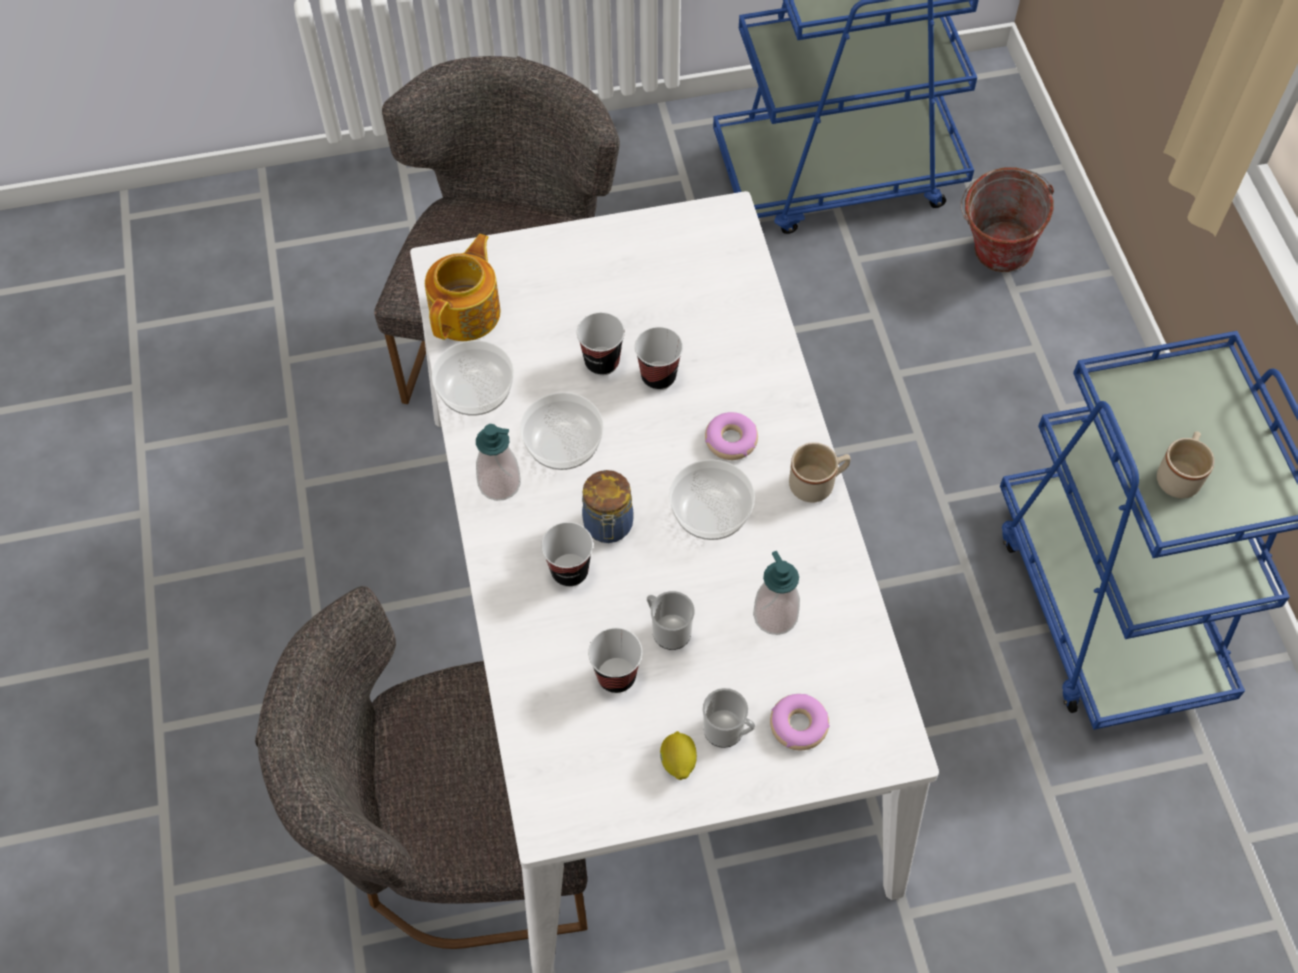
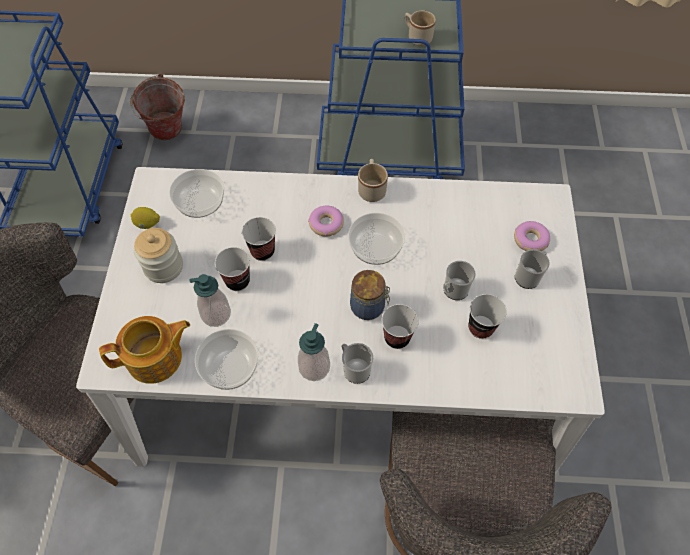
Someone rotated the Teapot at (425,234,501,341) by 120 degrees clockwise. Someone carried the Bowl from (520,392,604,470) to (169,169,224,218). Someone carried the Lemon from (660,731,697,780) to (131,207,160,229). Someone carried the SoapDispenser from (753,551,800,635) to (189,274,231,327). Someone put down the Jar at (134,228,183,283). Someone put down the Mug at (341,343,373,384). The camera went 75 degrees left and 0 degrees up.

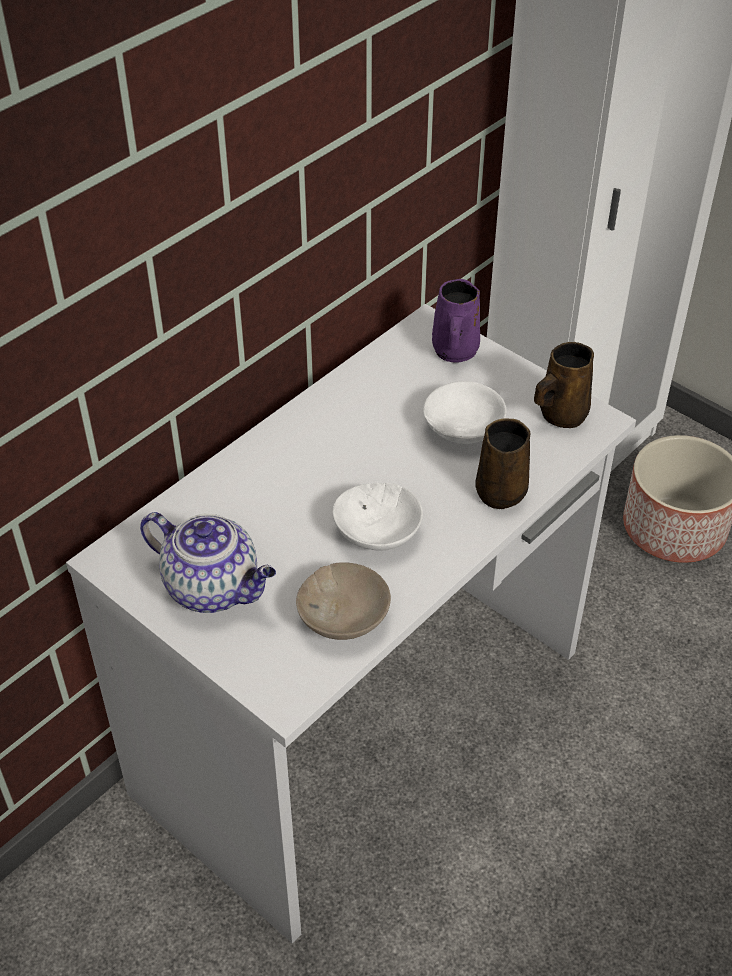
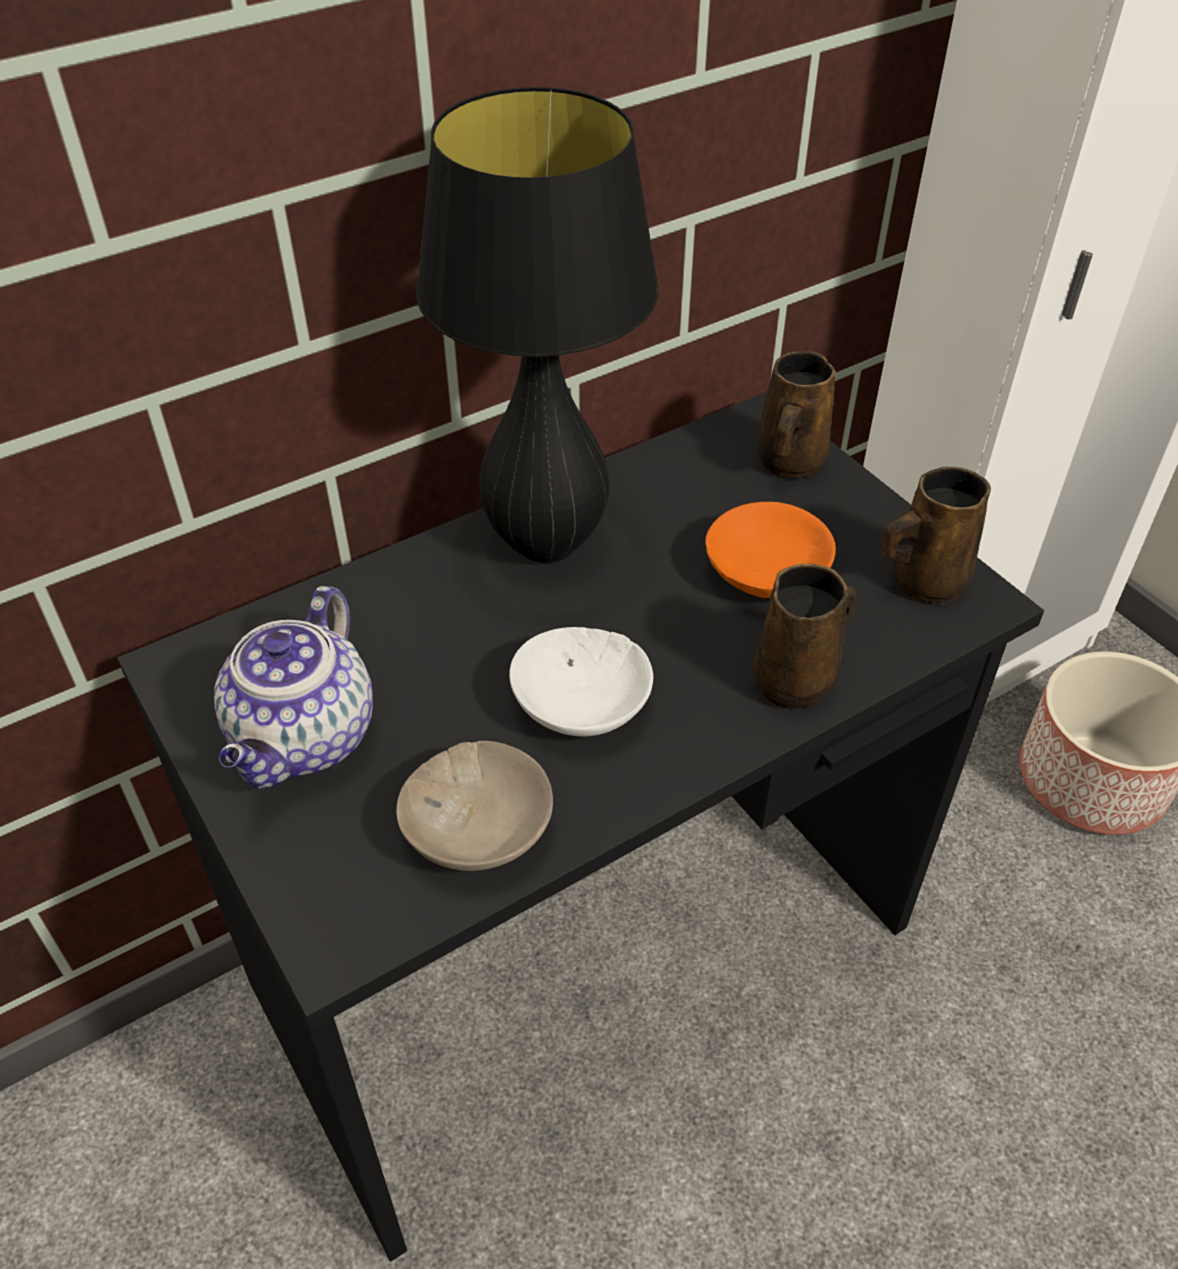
Someone repainted the WhiteDesk at (66,304,636,944), which became the BlackDesk at (117,392,1044,1262). Someone rotated the Teapot at (140,512,276,613) by 60 degrees clockwise. Someone repainted the WhiteBowl at (423,381,507,444), which became the OrangeBowl at (705,502,836,598). Someone repainted the PurpleMug at (432,279,480,362), which became the BrownMug at (757,351,836,478). Someone put down the BlackTableLamp at (416,87,659,563). The camera went 15 degrees right and 0 degrees up.

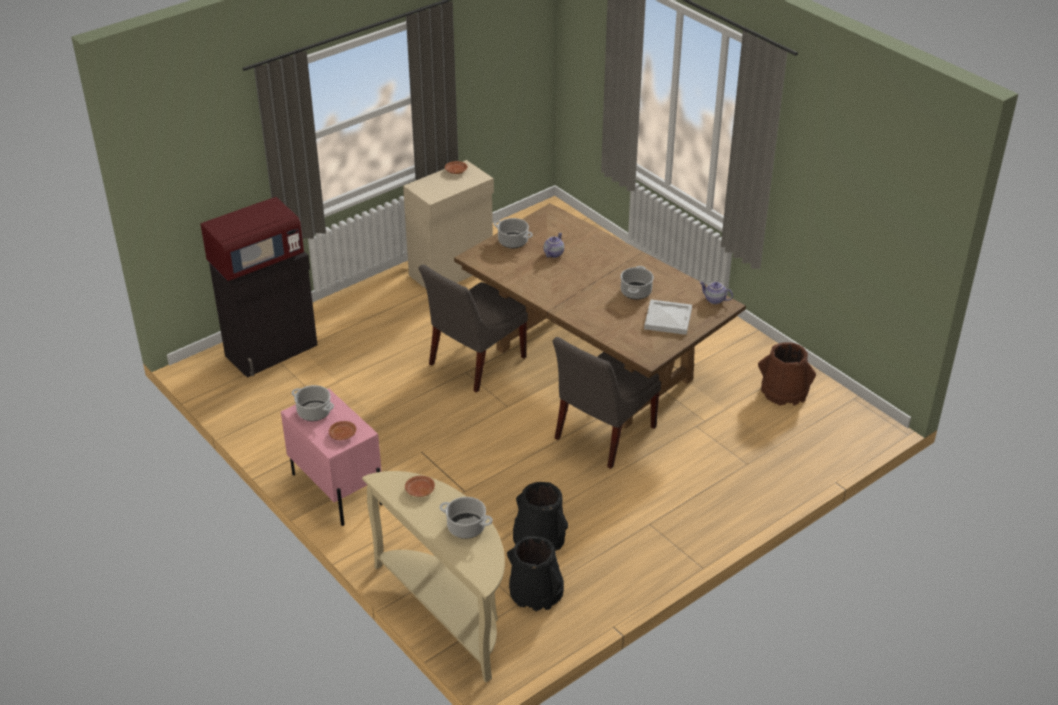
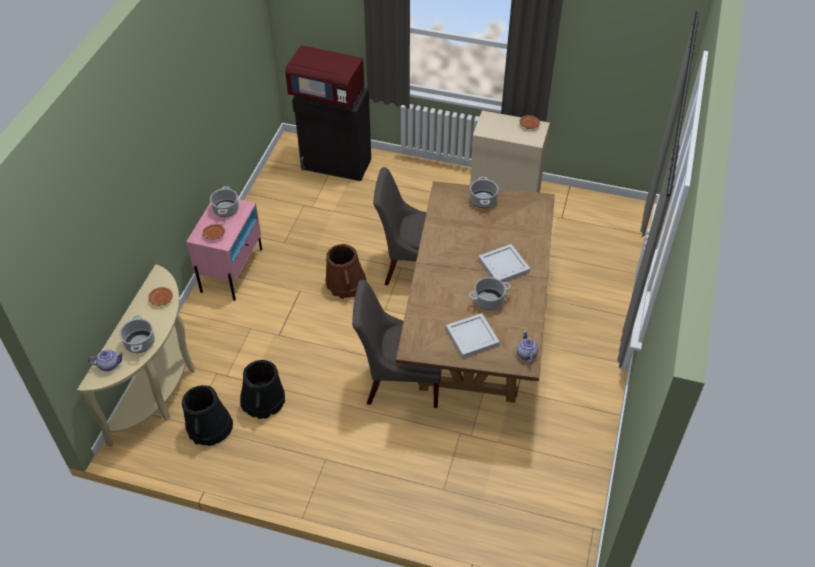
Someone carried the Teapot from (544,233,564,258) to (88,350,124,371). Someone carried the BrownBucket from (758,342,816,406) to (326,244,366,299). Someone put down the WhiteTray at (478,244,530,282). The camera went 55 degrees right and 10 degrees up.

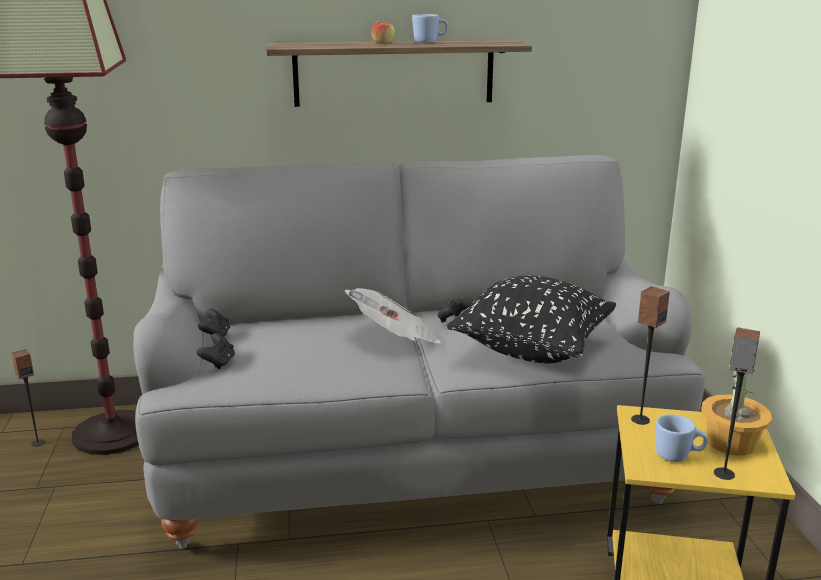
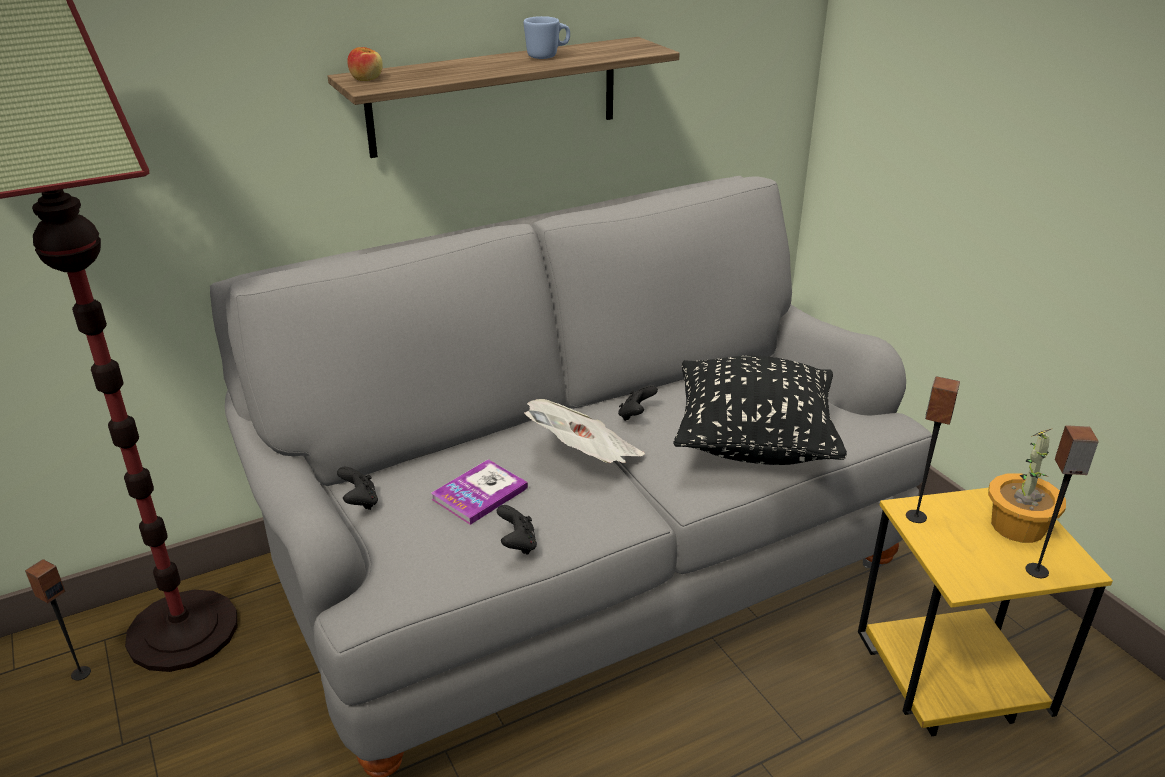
Someone carried the BlackGameController from (197,333,235,369) to (497,505,537,555). Someone carried the Apple from (371,21,395,44) to (347,47,383,81). Someone took away the BlueMug at (656,414,708,462). Someone put down the Book at (431,459,528,525). The camera went 20 degrees left and 10 degrees up.

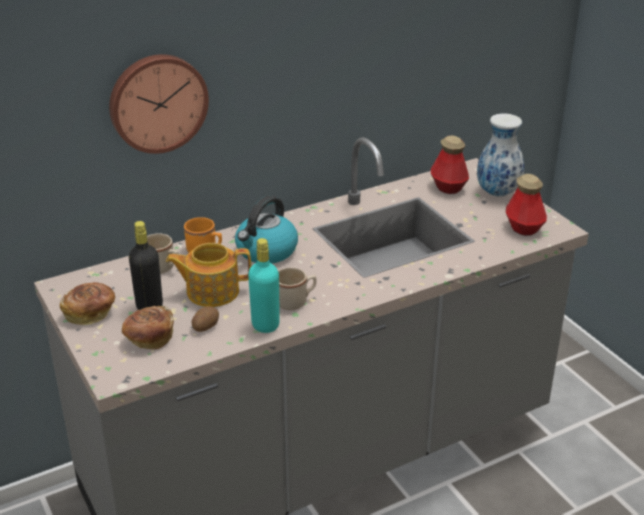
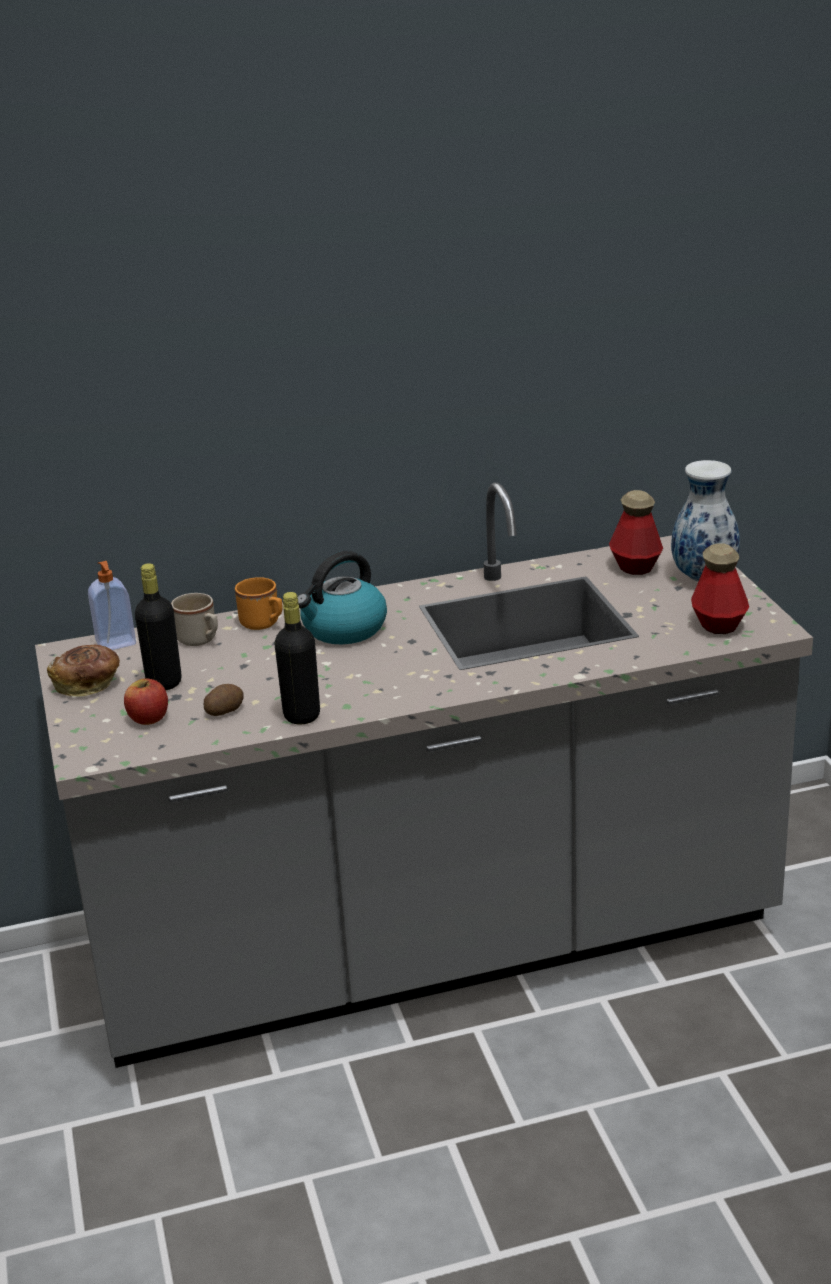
Someone took away the WallClock at (109,54,209,154). Someone swapped the Bread at (122,306,174,350) for the Apple at (124,678,168,725). Someone took away the Teapot at (166,243,251,307). Someone repainted the TurquoiseBottle at (248,238,280,333), which became the BlackBottle at (274,592,320,724). Someone took away the BeigeMug at (278,267,317,310). Someone put down the SoapDispenser at (88,561,136,650). The camera went 15 degrees right and 5 degrees down.

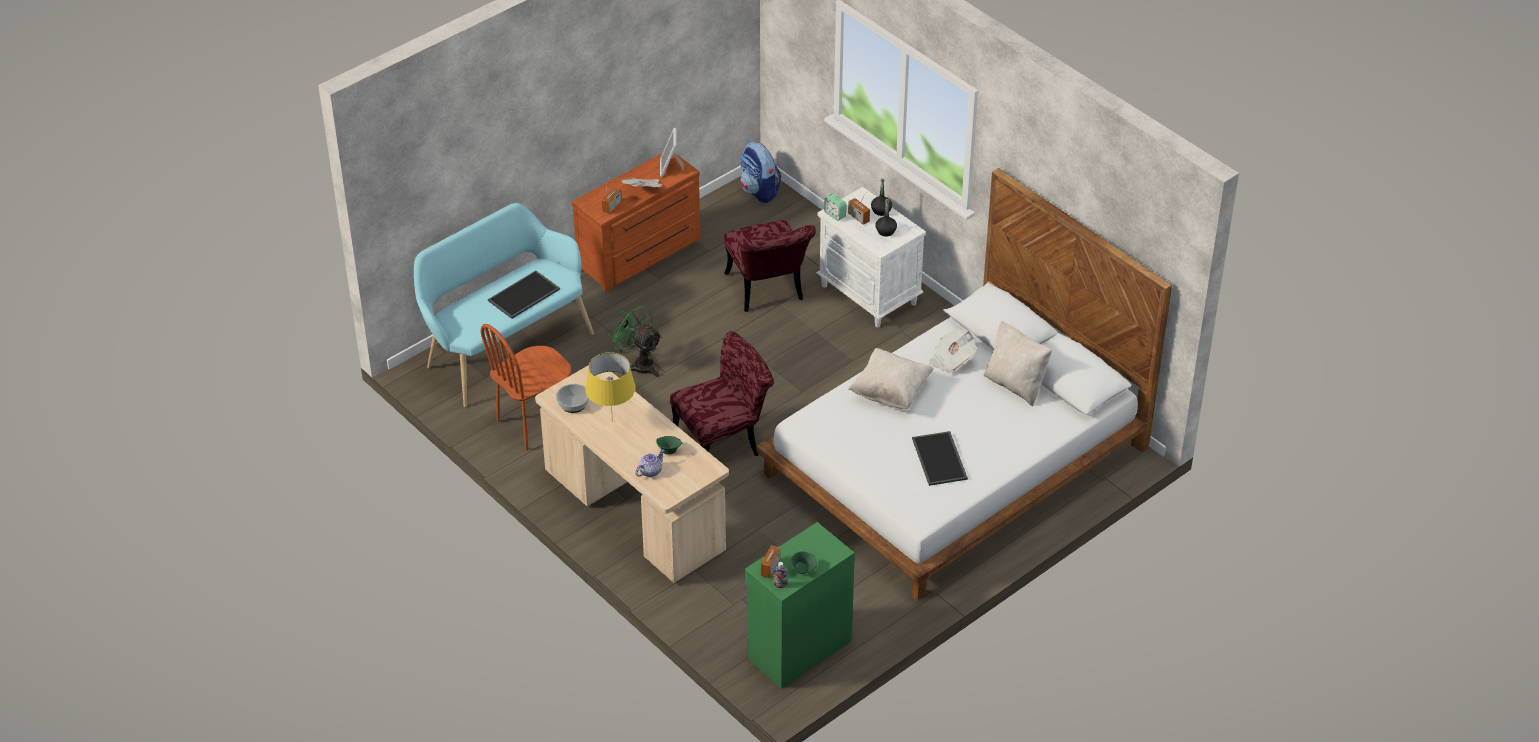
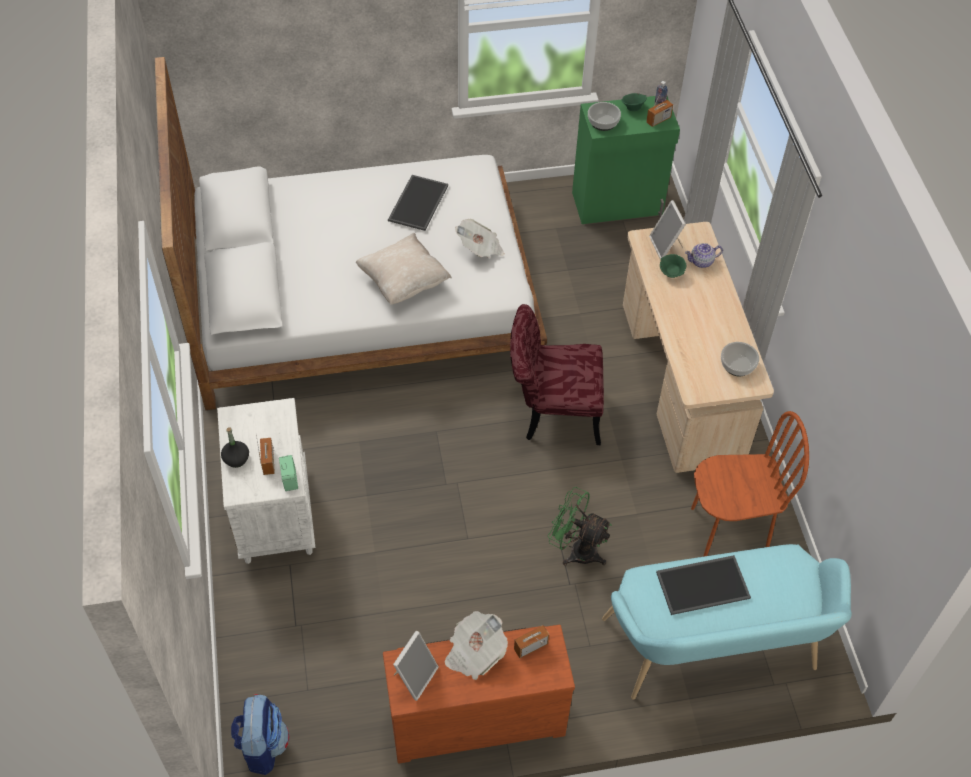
Someone took away the YellowTableLamp at (585,352,636,421). Someone rotated the GreenFan at (608,303,662,377) by 135 degrees clockwise. Someone took away the RedChair at (724,220,816,312). Someone took away the BlackBottle at (875,199,897,236). Someone carried the Newspaper from (929,329,977,373) to (455,219,505,258). Someone took away the BeigePillow at (983,320,1052,406). Someone put down the Bowl at (588,102,621,131). Someone put down the PictureFrame at (649,200,686,260). The camera went 150 degrees left and 10 degrees up.

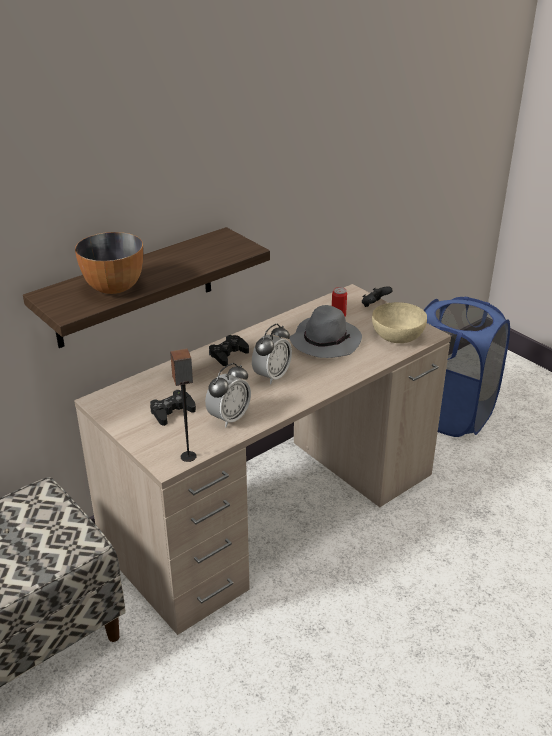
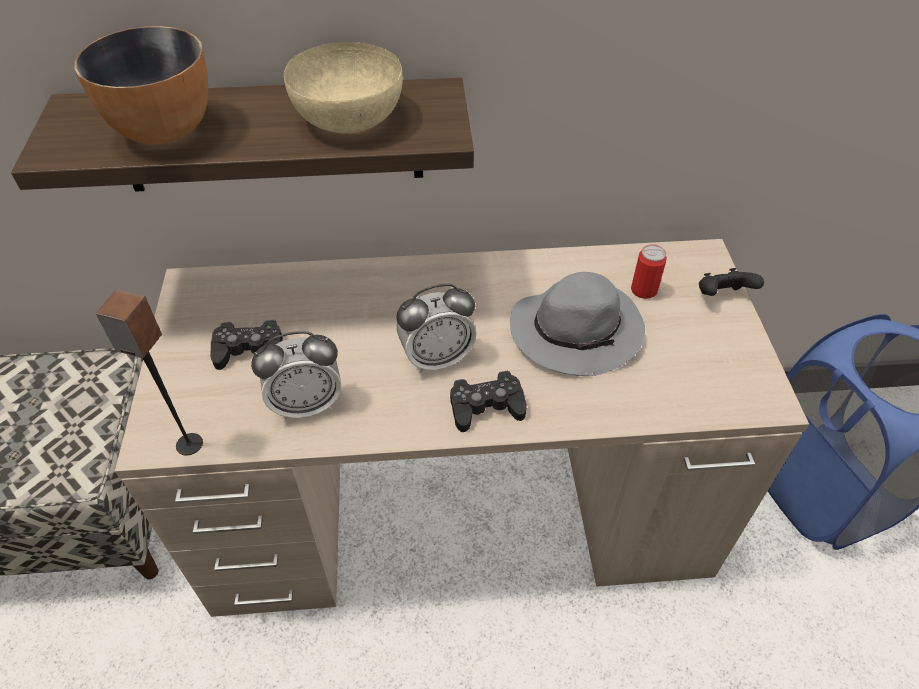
Someone carried the BlackGameController from (209,335,249,366) to (450,371,527,432). Someone carried the BeigeBowl from (372,302,427,343) to (284,42,403,133). The camera went 35 degrees right and 15 degrees up.

